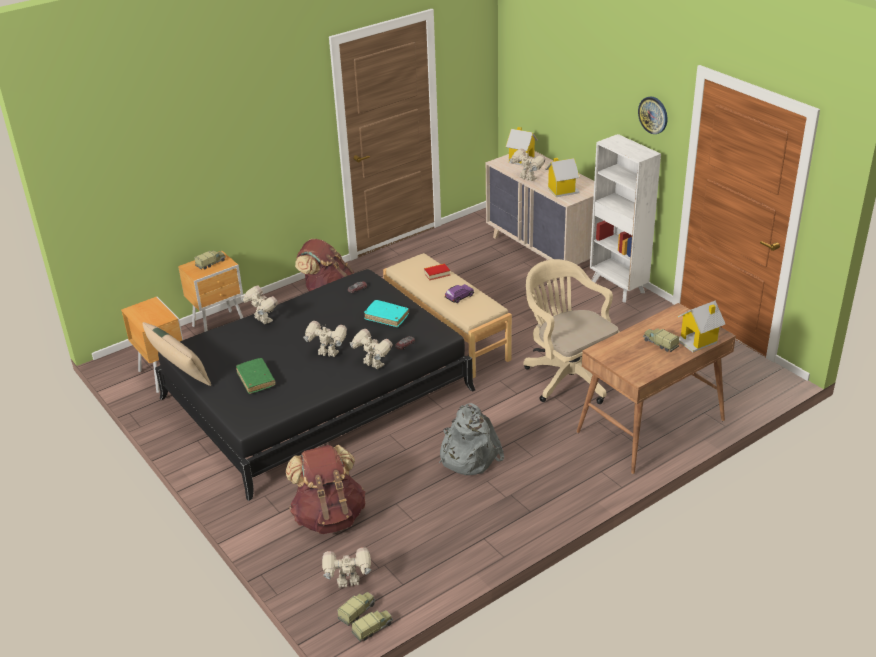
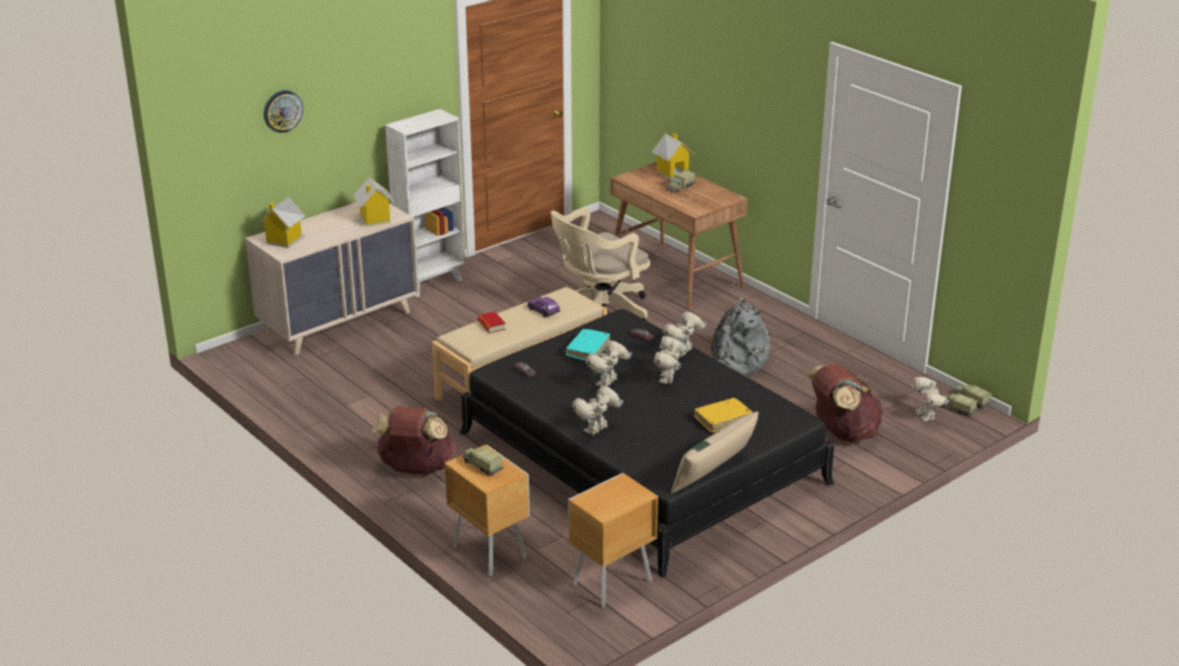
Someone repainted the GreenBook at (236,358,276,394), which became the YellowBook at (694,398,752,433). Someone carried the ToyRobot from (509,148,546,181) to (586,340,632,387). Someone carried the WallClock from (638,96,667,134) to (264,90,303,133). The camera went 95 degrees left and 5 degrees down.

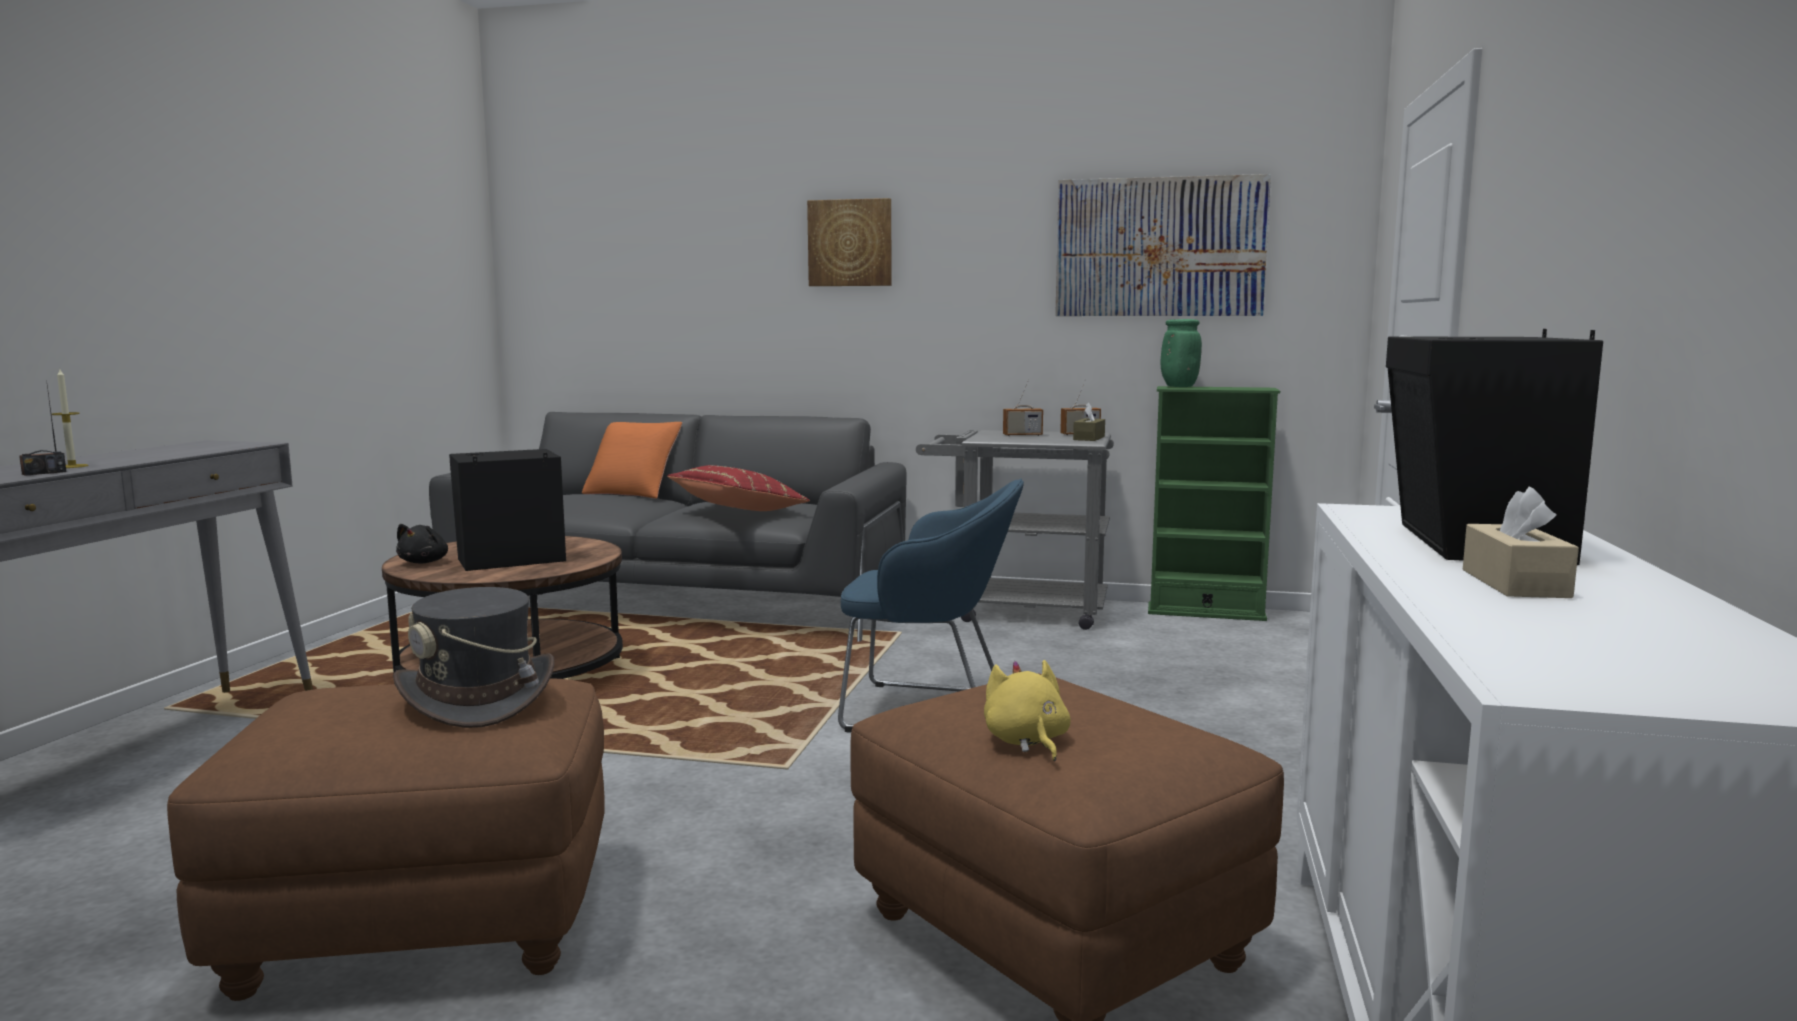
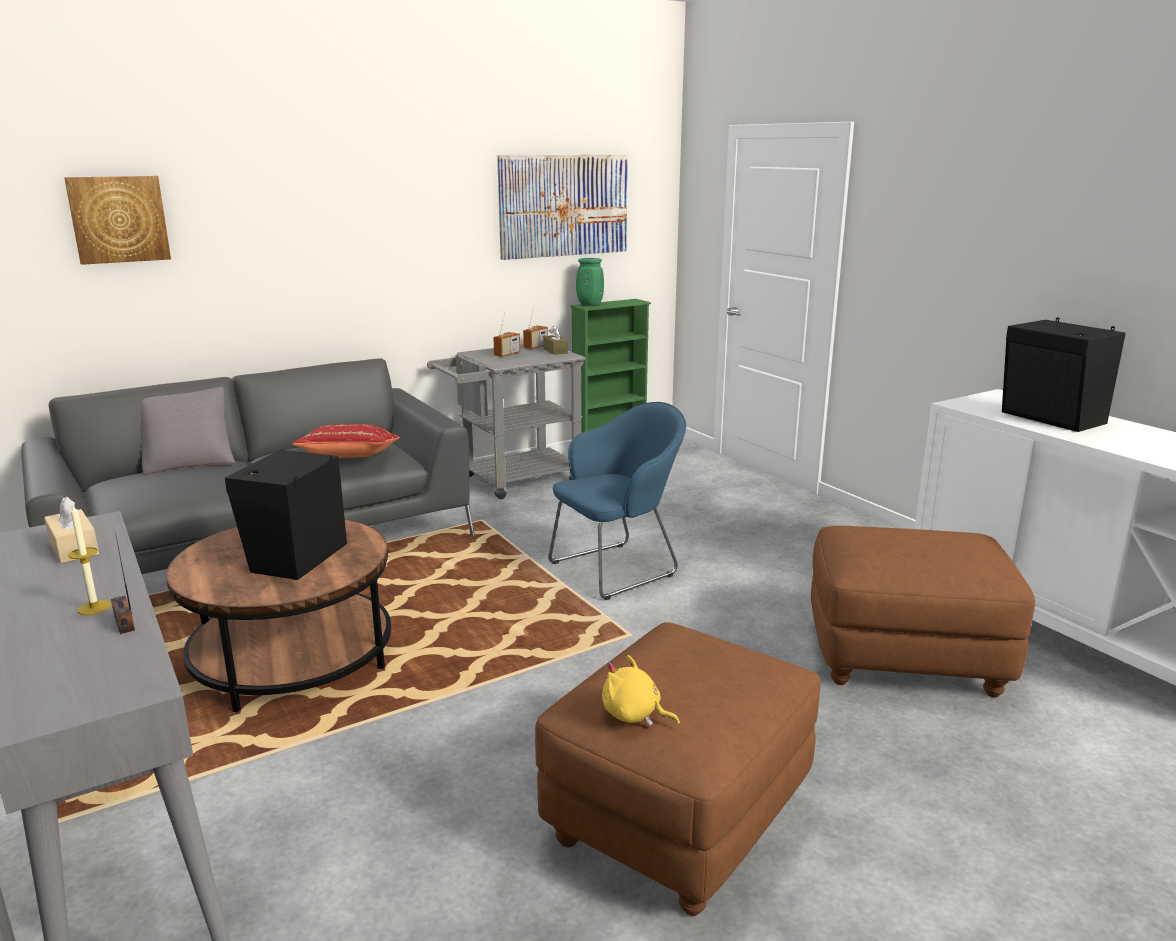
Someone rotated the Radio at (19,380,67,476) by 150 degrees clockwise. Someone took away the GreyHat at (393,587,554,728). Someone took away the BlackPlushToy at (396,524,448,563). Someone repainted the OrangePillow at (582,422,682,499), which became the GreyPillow at (141,387,235,475). Someone carried the Picture from (807,198,892,286) to (64,176,171,265). Someone carried the YellowPlushToy from (984,660,1071,761) to (602,655,680,726). Someone carried the BeigeTissueBox from (1463,487,1579,598) to (44,496,99,563). The camera went 45 degrees left and 10 degrees up.

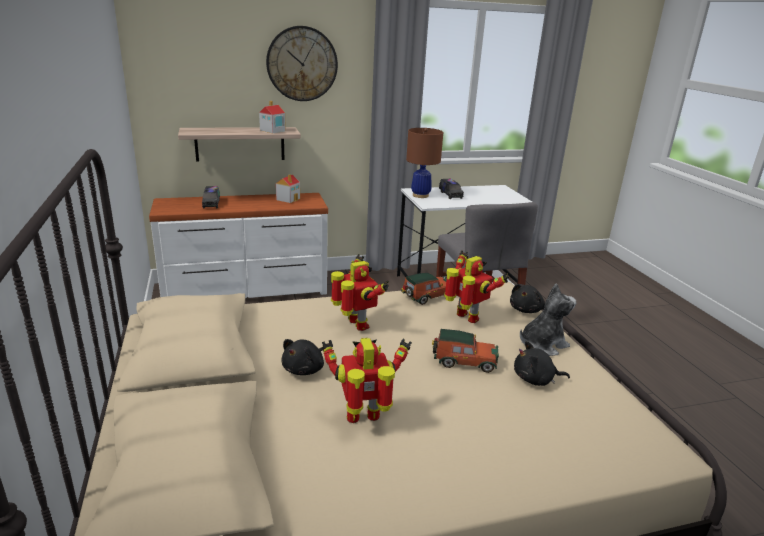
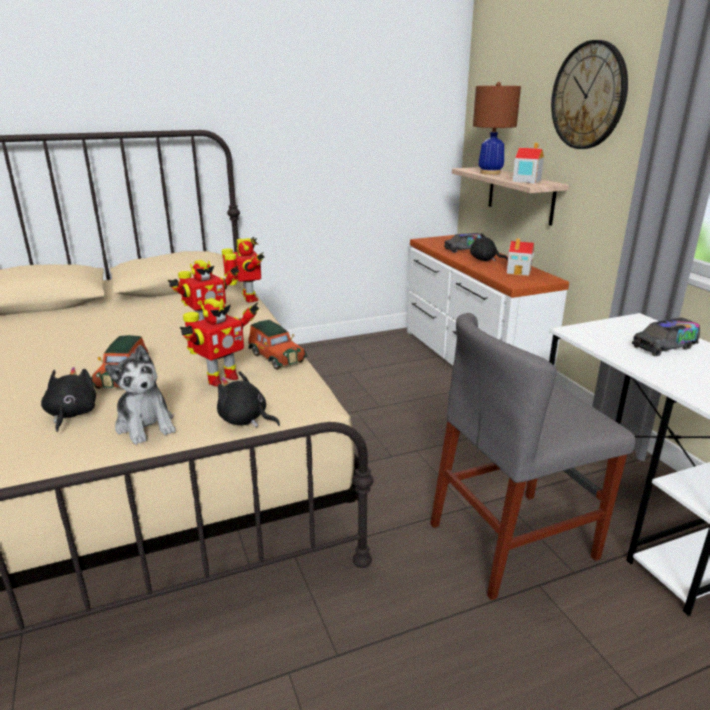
Someone carried the BlackPlushToy from (281,339,324,375) to (470,233,508,261). Someone carried the ToyRobot from (321,337,412,423) to (222,237,265,302). Someone carried the BrownTableLamp from (406,128,443,198) to (473,82,521,175). The camera went 85 degrees right and 0 degrees up.

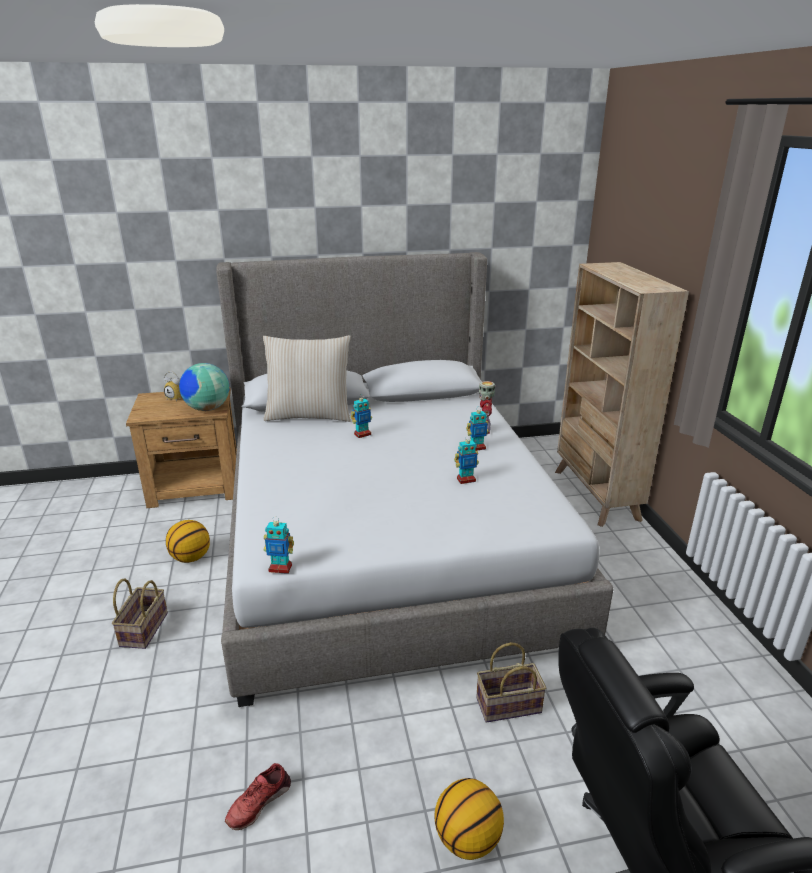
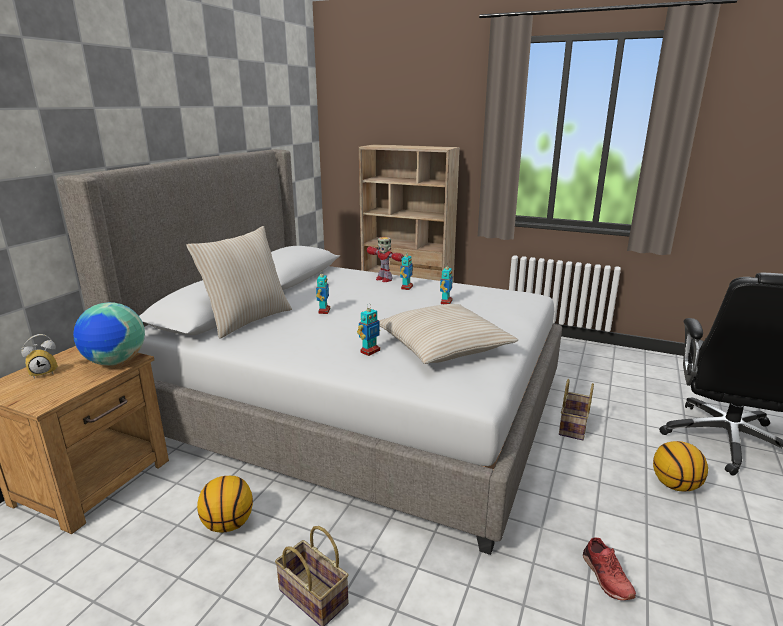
Someone carried the ToyRobot from (264,517,294,574) to (357,303,380,356). Someone put down the BeigePillow at (379,304,518,364). The camera went 55 degrees left and 5 degrees down.

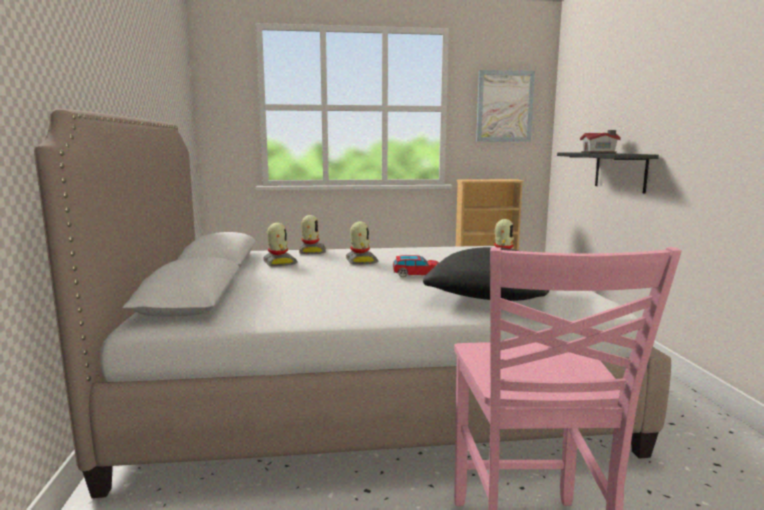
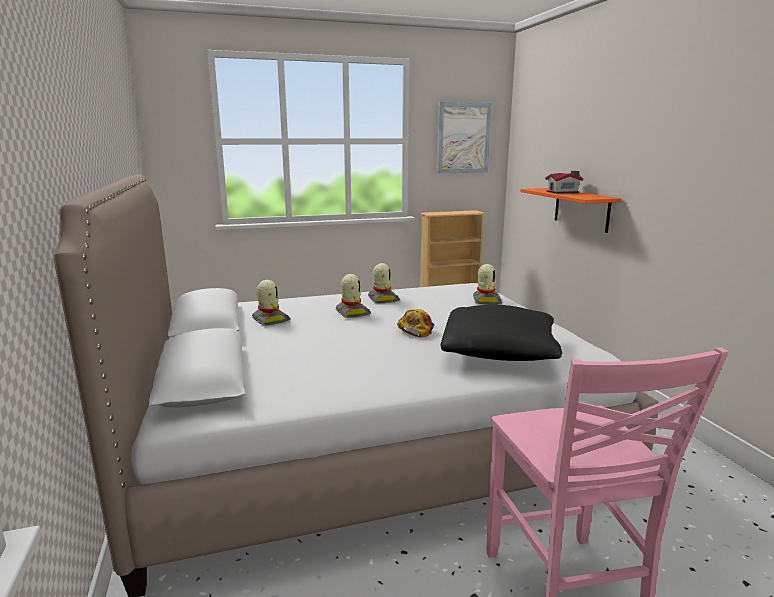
Someone carried the ToyRobot from (299,215,326,254) to (368,263,400,303). Someone swapped the ToyCar at (393,255,439,277) for the Cap at (397,309,435,337). Someone repainted the BlackShelf at (557,152,659,194), which became the OrangeShelf at (520,188,622,233). The camera went 10 degrees left and 5 degrees up.

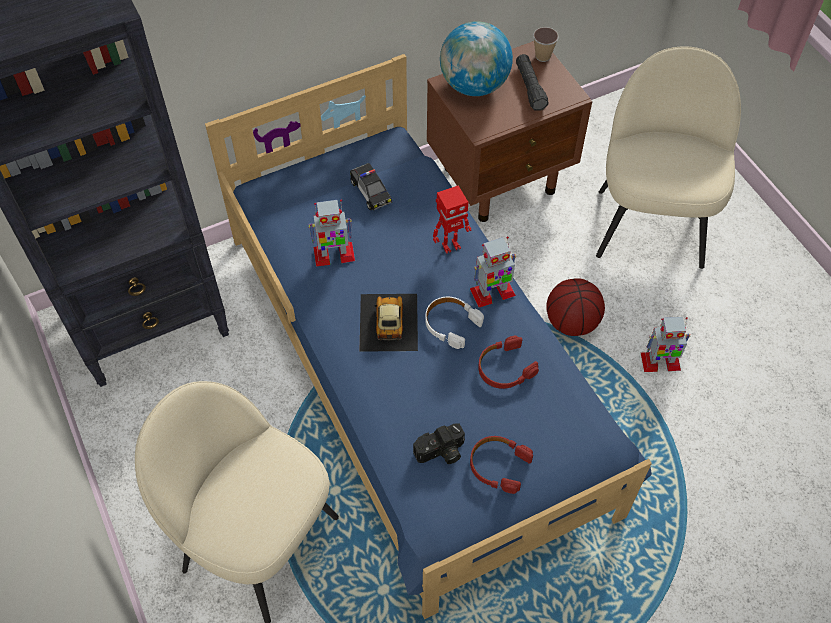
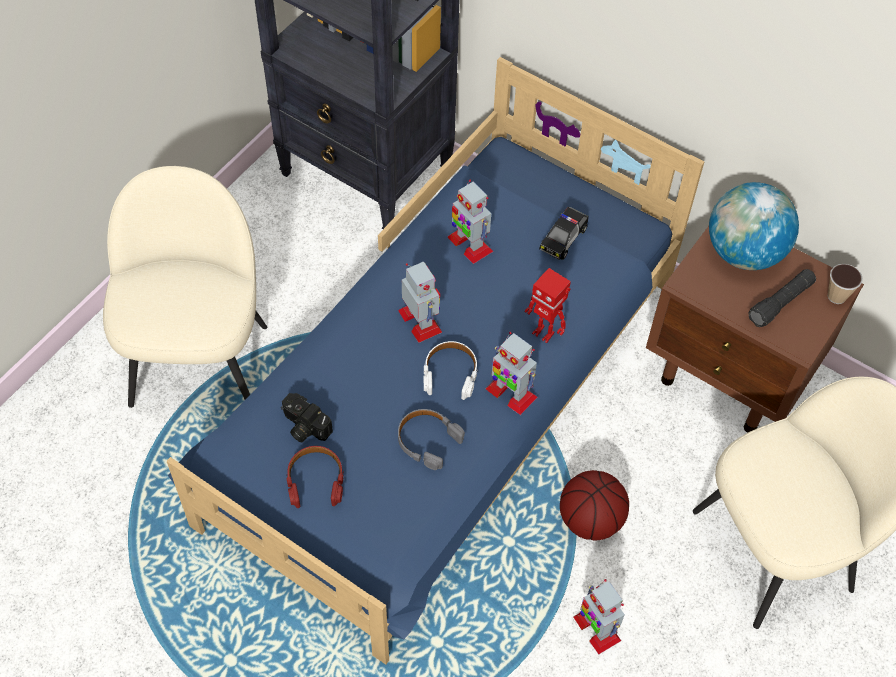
Someone swapped the ToyCar at (359,294,418,352) for the ToyRobot at (398,261,442,343). Someone repainted the RedHeadphones at (478,336,539,389), which became the GreyHeadphones at (398,409,465,470). The camera went 60 degrees right and 0 degrees up.

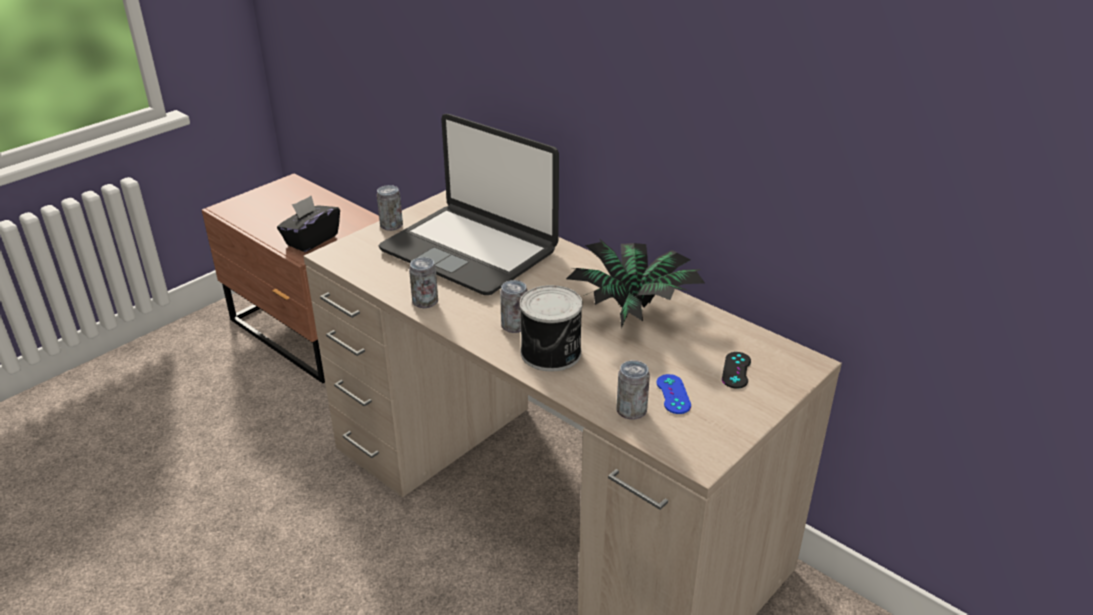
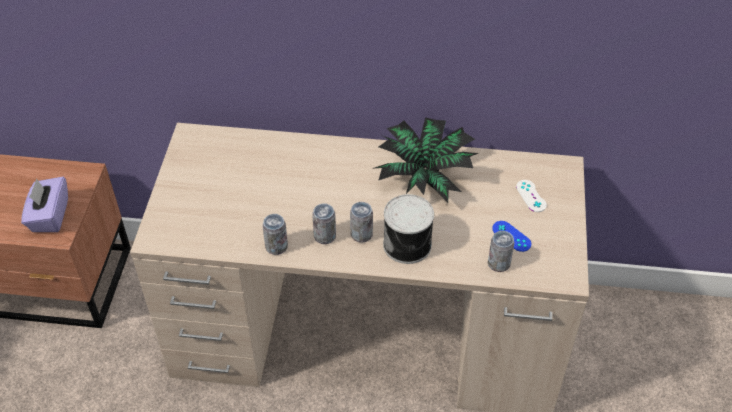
Someone repainted the BlackTissueBox at (277,196,340,252), which became the PurpleTissueBox at (21,177,68,232). Someone carried the Can from (377,185,403,231) to (312,204,336,244). Someone took away the Laptop at (378,114,559,295). Someone repainted the BlackGameController at (722,352,751,389), which became the WhiteGameController at (516,180,547,212). The camera went 35 degrees left and 15 degrees up.

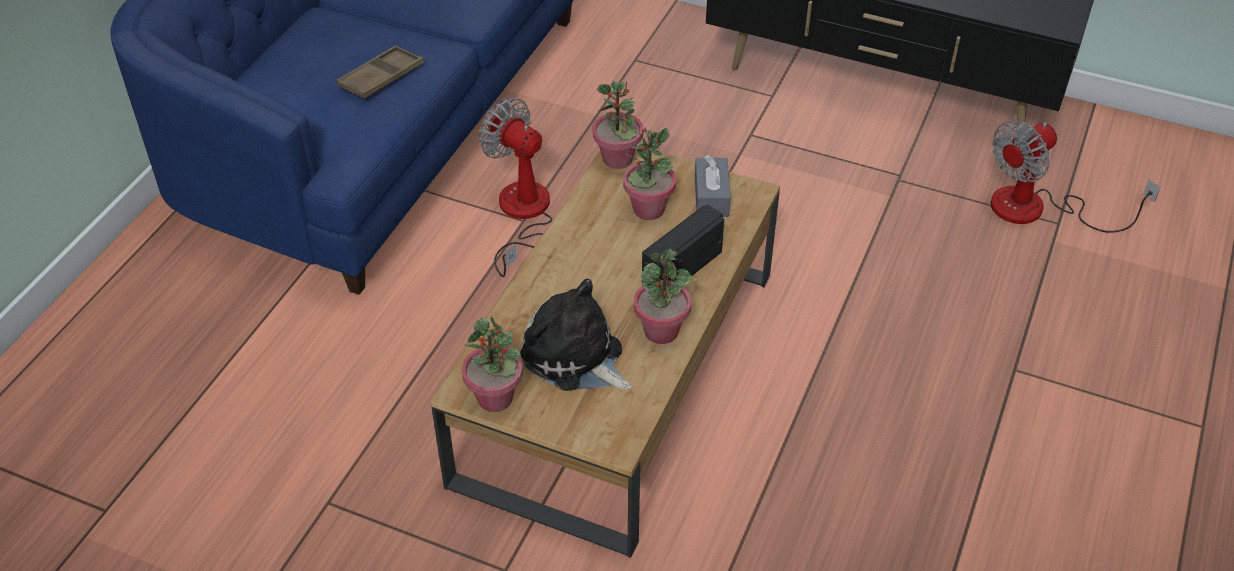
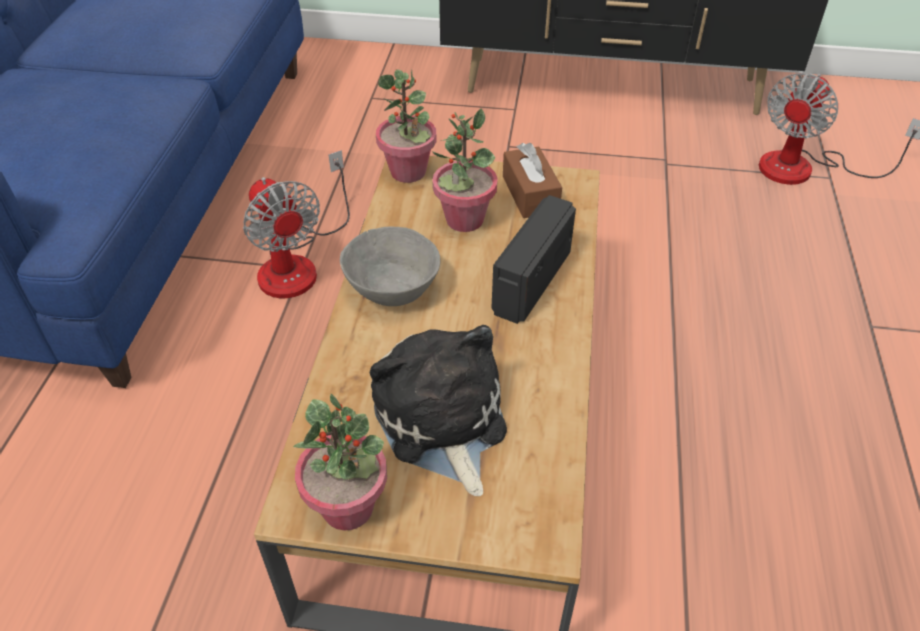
Someone took away the BrownTray at (336,45,424,99). Someone rotated the Fan at (479,98,552,277) by 150 degrees counterclockwise. Someone rotated the PlushToy at (520,279,631,391) by 45 degrees clockwise. Someone took away the PottedPlant at (634,248,693,344). Someone repainted the GreyTissueBox at (695,155,731,217), which became the BrownTissueBox at (503,143,562,218). Someone put down the GreyBowl at (340,227,441,306). The camera went 15 degrees left and 0 degrees up.

